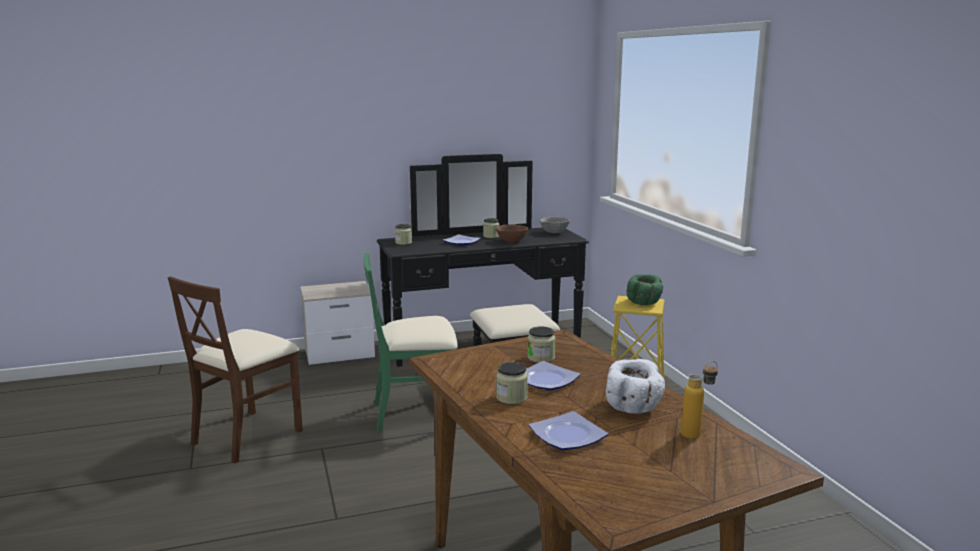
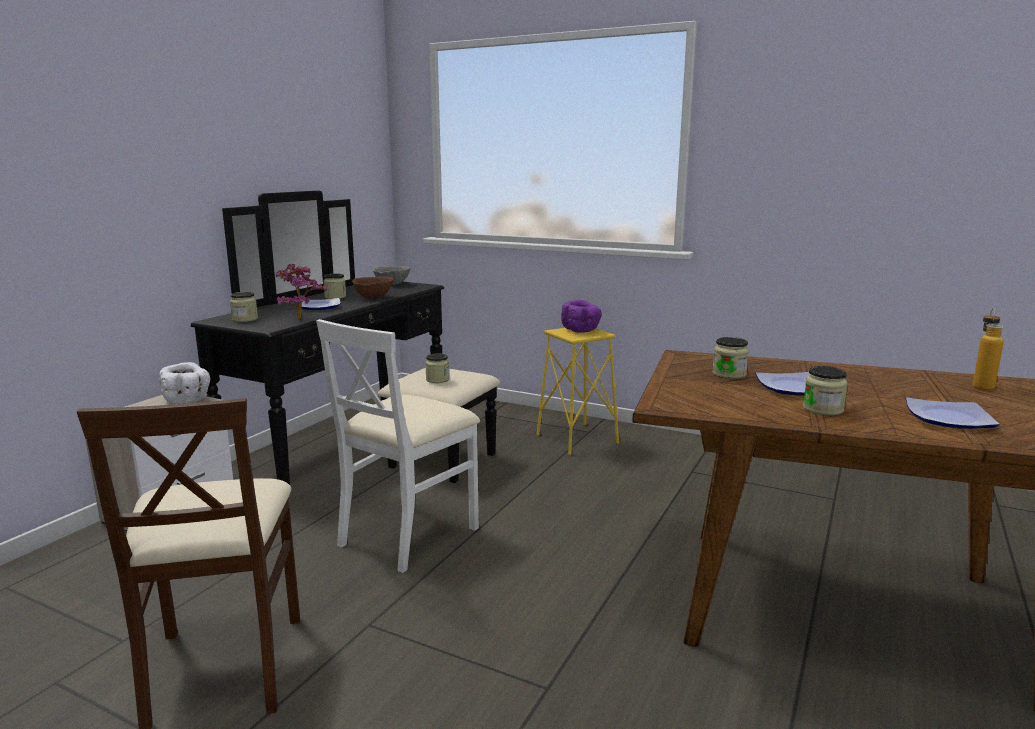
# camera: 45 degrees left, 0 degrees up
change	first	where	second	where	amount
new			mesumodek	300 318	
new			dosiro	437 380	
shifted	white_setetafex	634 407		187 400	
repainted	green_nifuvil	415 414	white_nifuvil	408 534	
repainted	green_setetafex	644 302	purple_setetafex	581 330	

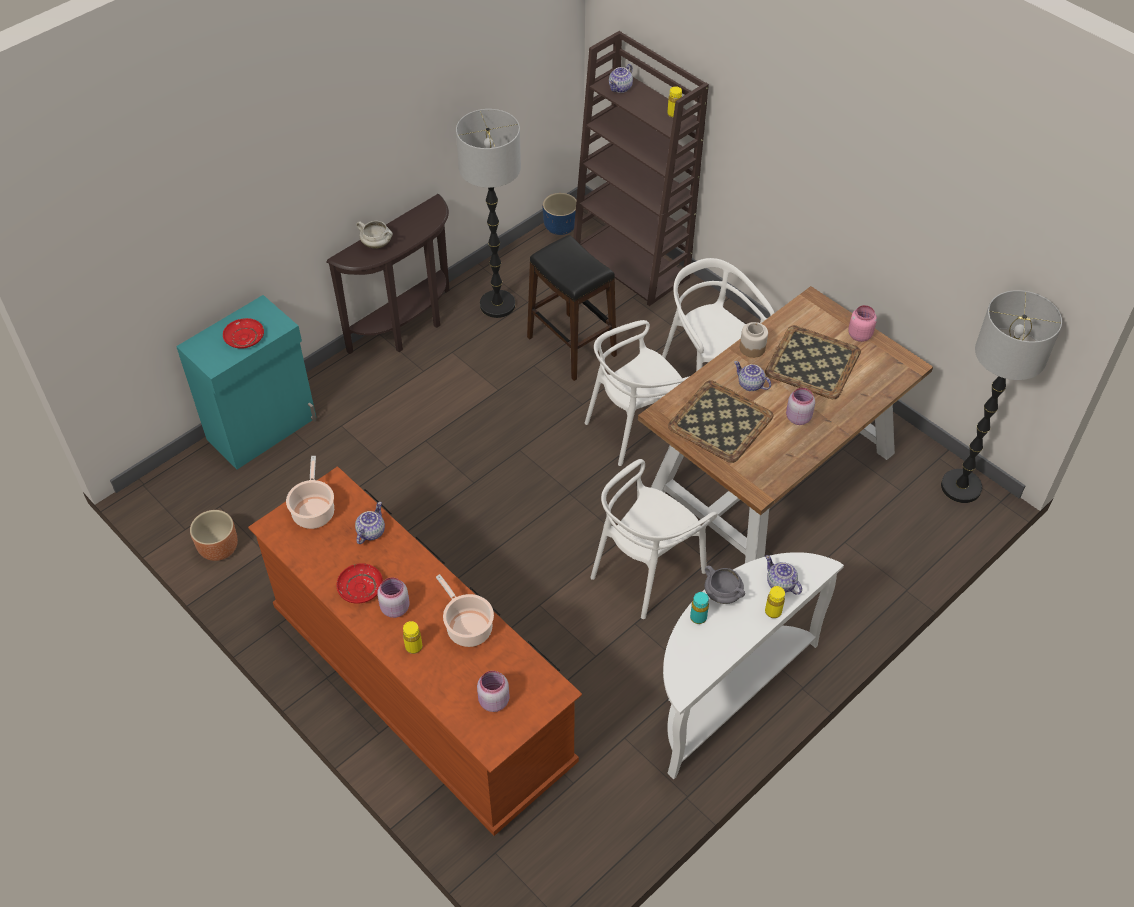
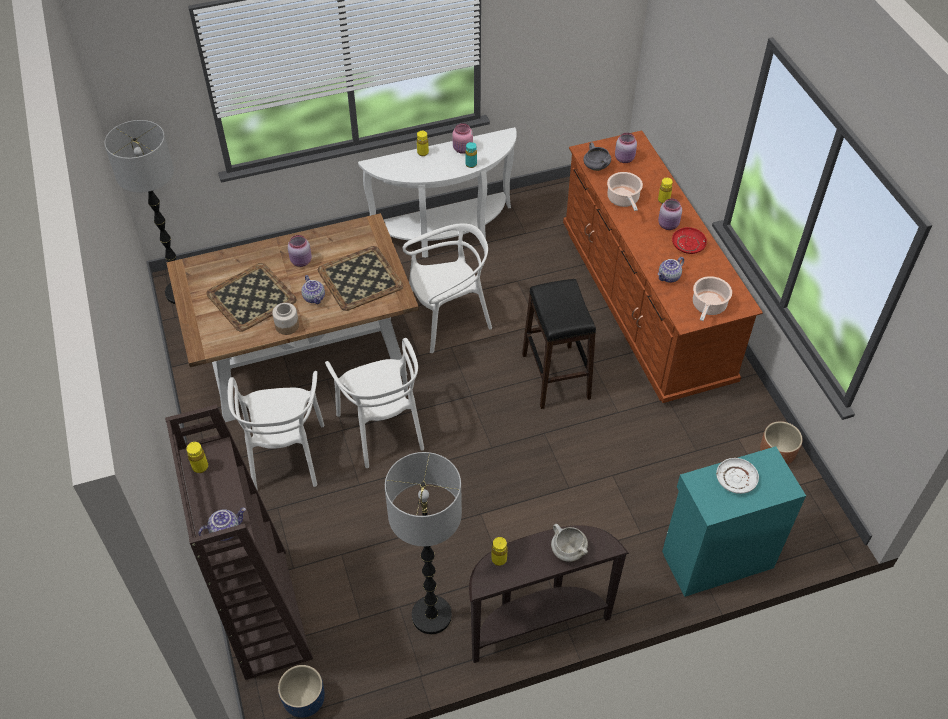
# camera: 155 degrees left, 0 degrees up
change	first	where	second	where	amount
gone	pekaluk	781 584			
new			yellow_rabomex	499 559	
shifted	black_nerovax	571 346		556 376	
shifted	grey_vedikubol	723 594		595 167	
shifted	pink_dosiro	859 335		462 149	
repainted	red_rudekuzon	244 338	white_rudekuzon	736 479	
rotated	white_nifuvil	636 427		382 429	75 degrees clockwise

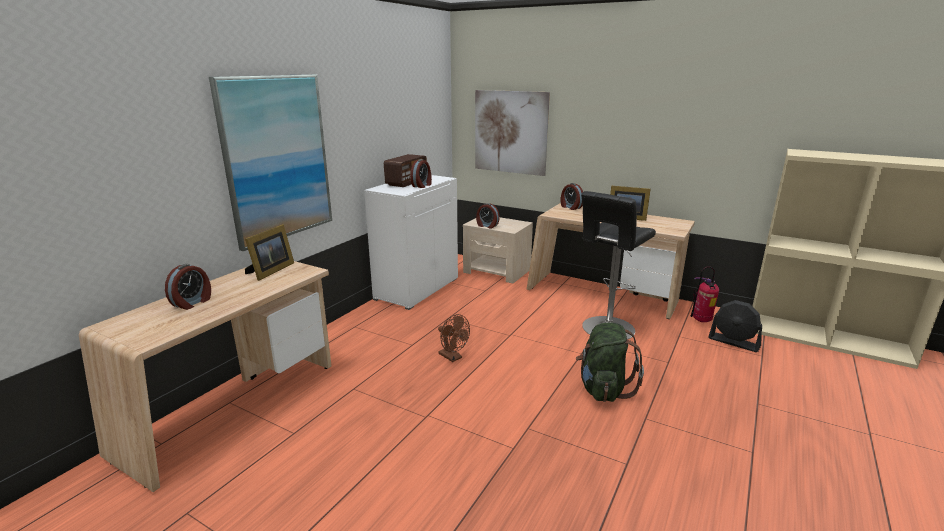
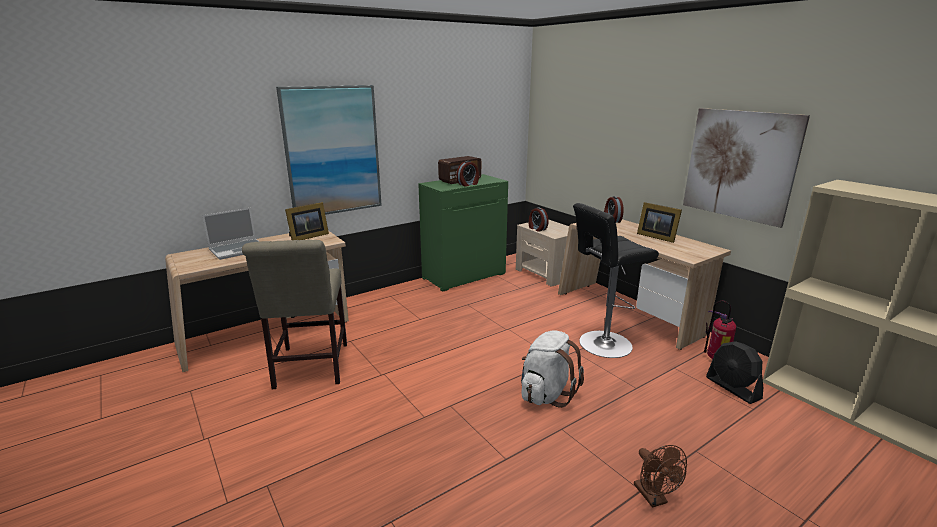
# camera: 25 degrees right, 0 degrees up
change	first	where	second	where	amount
new			beige_nifuvil	310 368	
shifted	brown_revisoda	453 357		654 498	
shifted	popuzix	510 132		739 165	
swapped	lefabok	192 303	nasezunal	238 250	
repainted	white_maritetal	416 288	green_maritetal	464 275	
repainted	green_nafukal	603 389	white_nafukal	546 394	

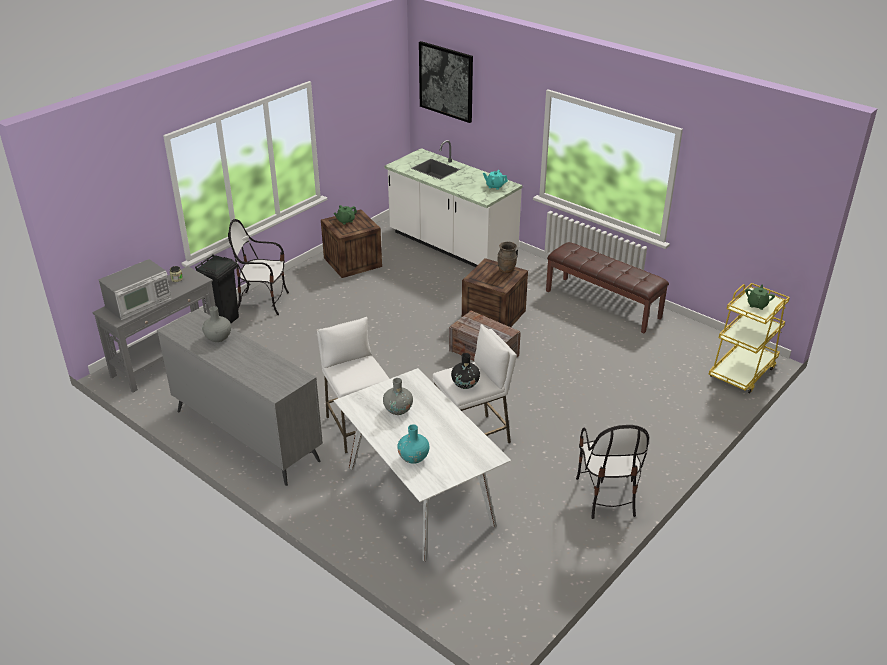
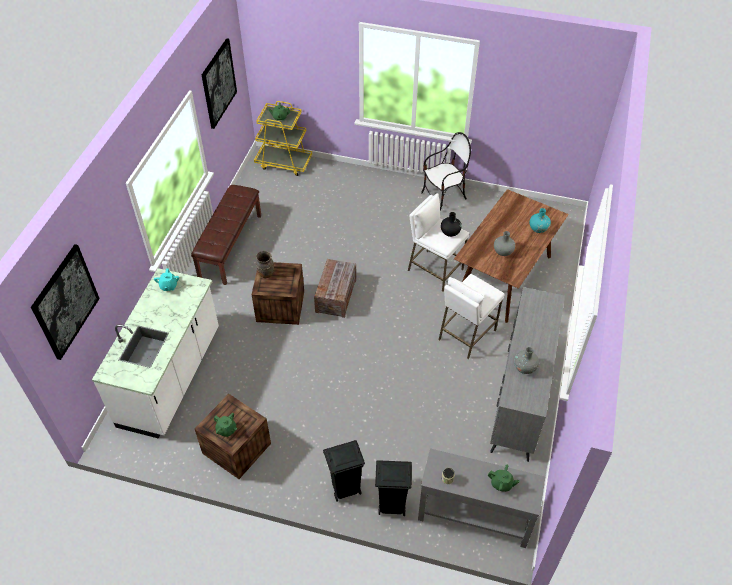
# camera: 115 degrees left, 15 degrees up
change	first	where	second	where	amount
new			popuzix	218 83	
swapped	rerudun	139 303	green_pekaluk	501 484	
swapped	nifuvil	263 302	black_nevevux	345 489	
repainted	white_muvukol	418 495	brown_muvukol	504 277	

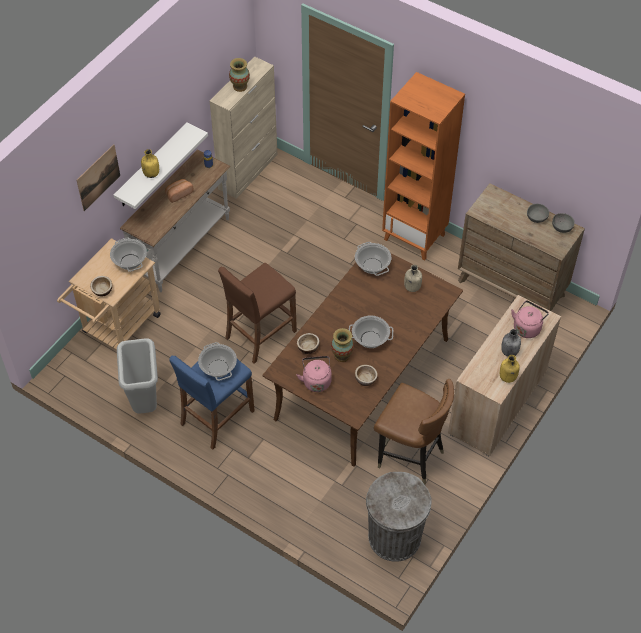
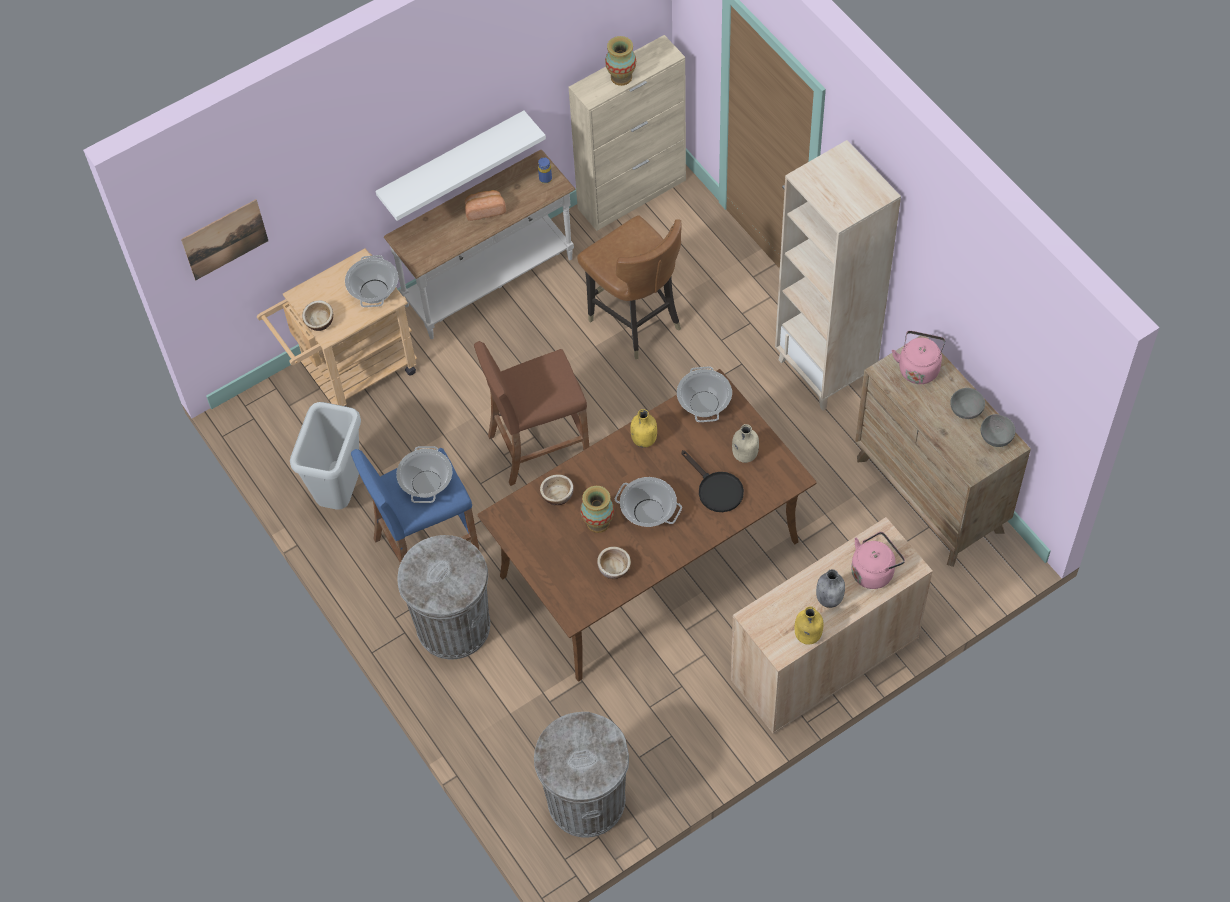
# camera: 25 degrees right, 5 degrees up
change	first	where	second	where	amount
new			grey_nevevux	453 625	
new			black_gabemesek	716 489	
shifted	popuzix	98 177		225 239	
shifted	yellow_rabomex	151 173		644 439	
shifted	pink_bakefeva	316 380		918 367	
shifted	brown_nifuvil	410 457		635 321	
repainted	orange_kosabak	415 237	beige_kosabak	826 370	

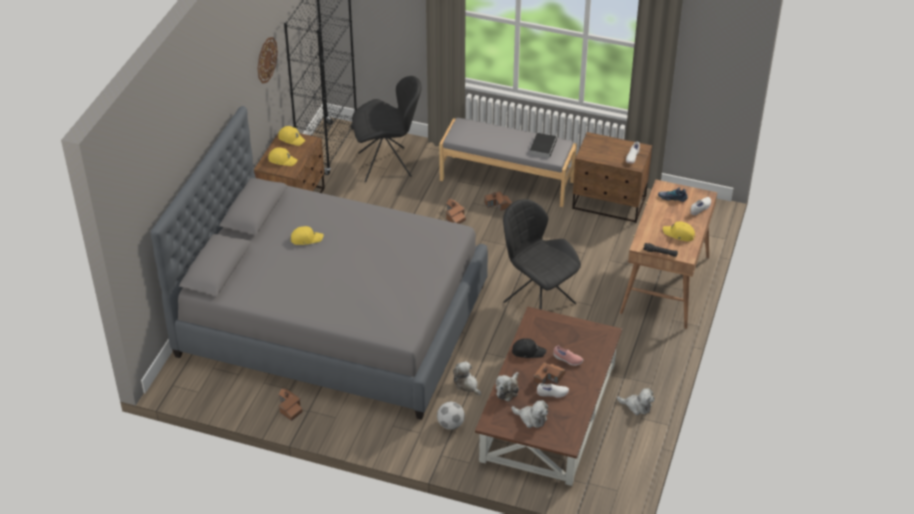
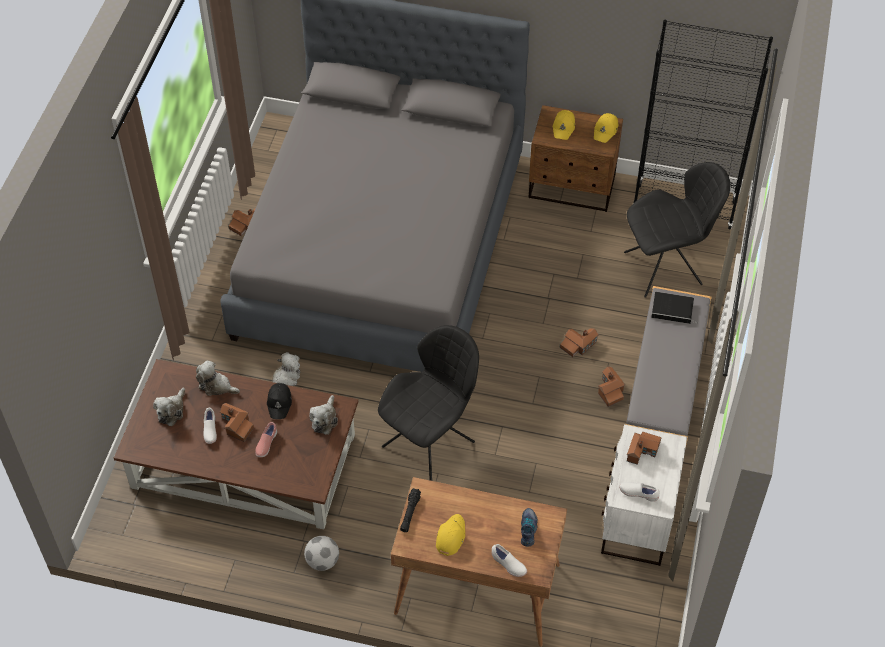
# camera: 85 degrees right, 10 degrees up
change	first	where	second	where	amount
gone	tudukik	266 60			
gone	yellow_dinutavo	306 238			
new			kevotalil	643 450	
shifted	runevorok	451 424		322 561	
shifted	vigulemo	543 146		673 309	
shifted	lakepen	637 406		324 419	
repainted	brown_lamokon	609 203	white_lamokon	636 520	
rotated	black_nifuvil	387 164		666 268	90 degrees counterclockwise

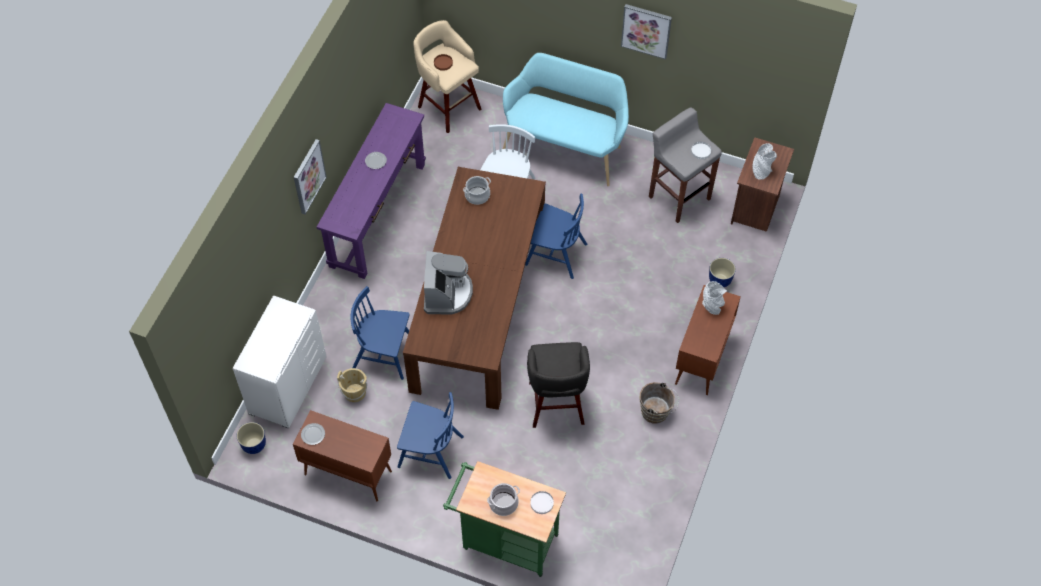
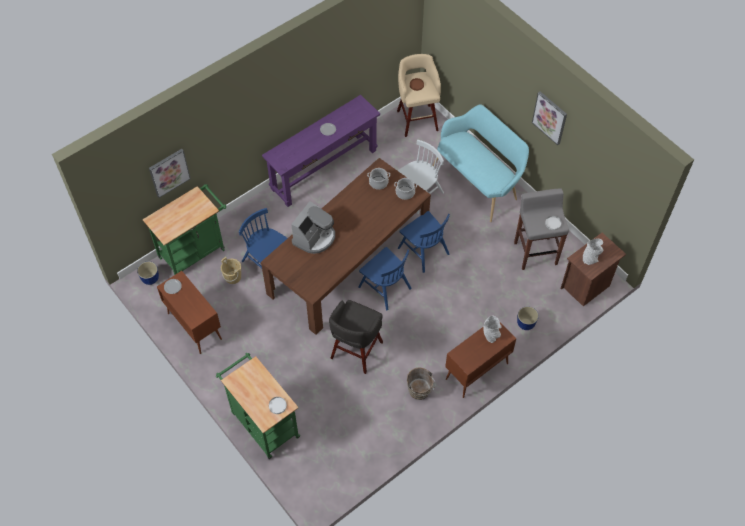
# camera: 30 degrees right, 0 degrees up
change	first	where	second	where	amount
shifted	popuzix	308 176		169 172	
shifted	blue_nifuvil	430 451		384 287	
shifted	vedikubol	503 503		405 192	
swapped	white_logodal	287 385	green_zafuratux	195 251	

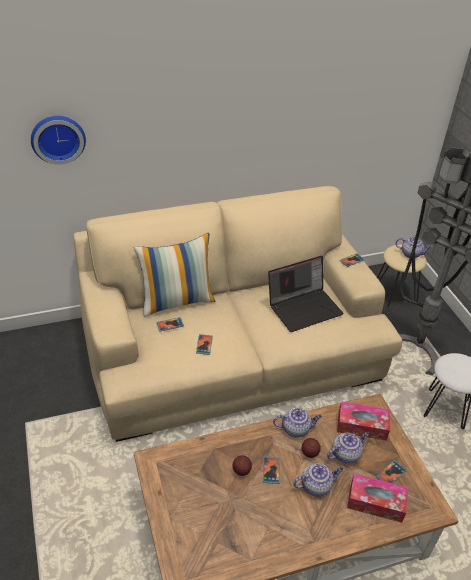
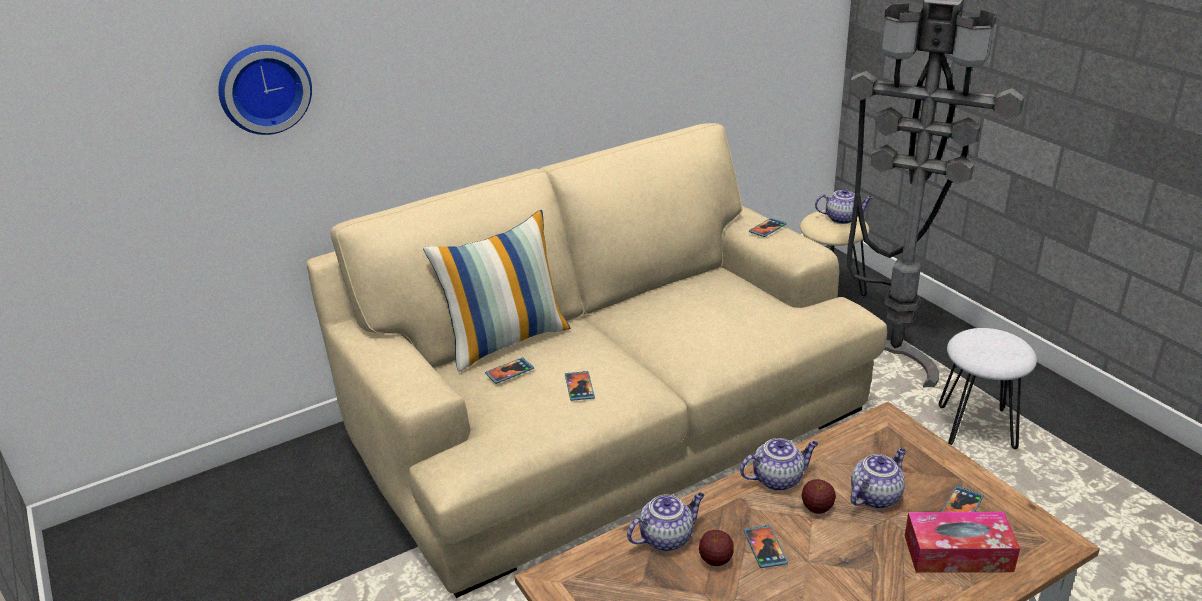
# camera: 10 degrees left, 10 degrees down
change	first	where	second	where	amount
gone	nasezunal	304 307			
gone	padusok	362 425			
shifted	pekaluk	316 485		667 537	

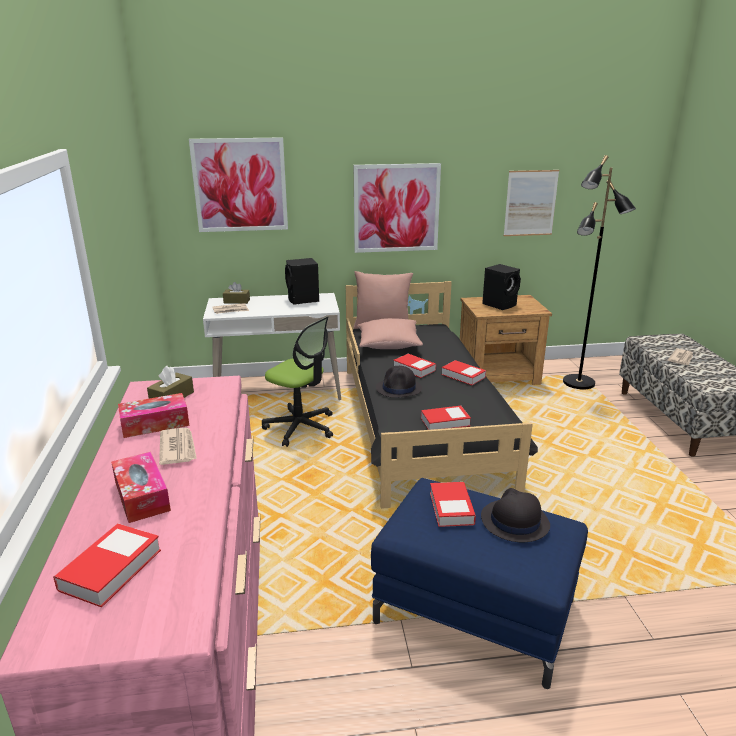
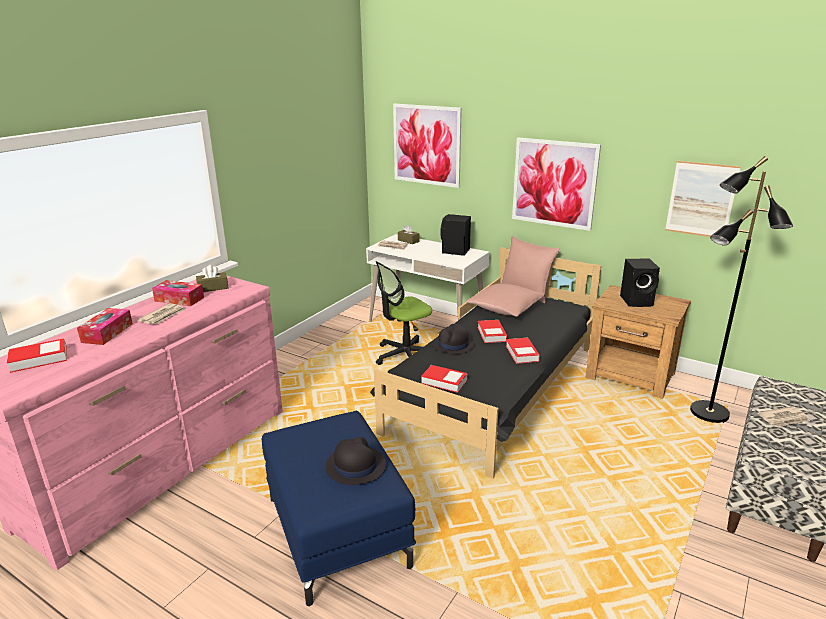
# camera: 40 degrees right, 0 degrees up
change	first	where	second	where	amount
gone	vigulemo	451 508			
rotated	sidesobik	300 427		405 356	75 degrees clockwise

